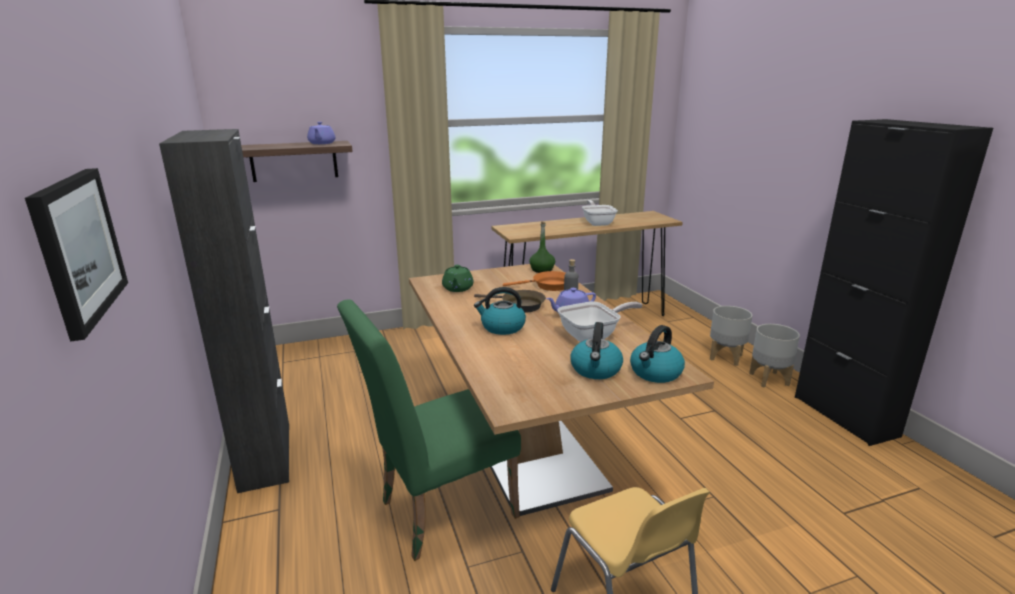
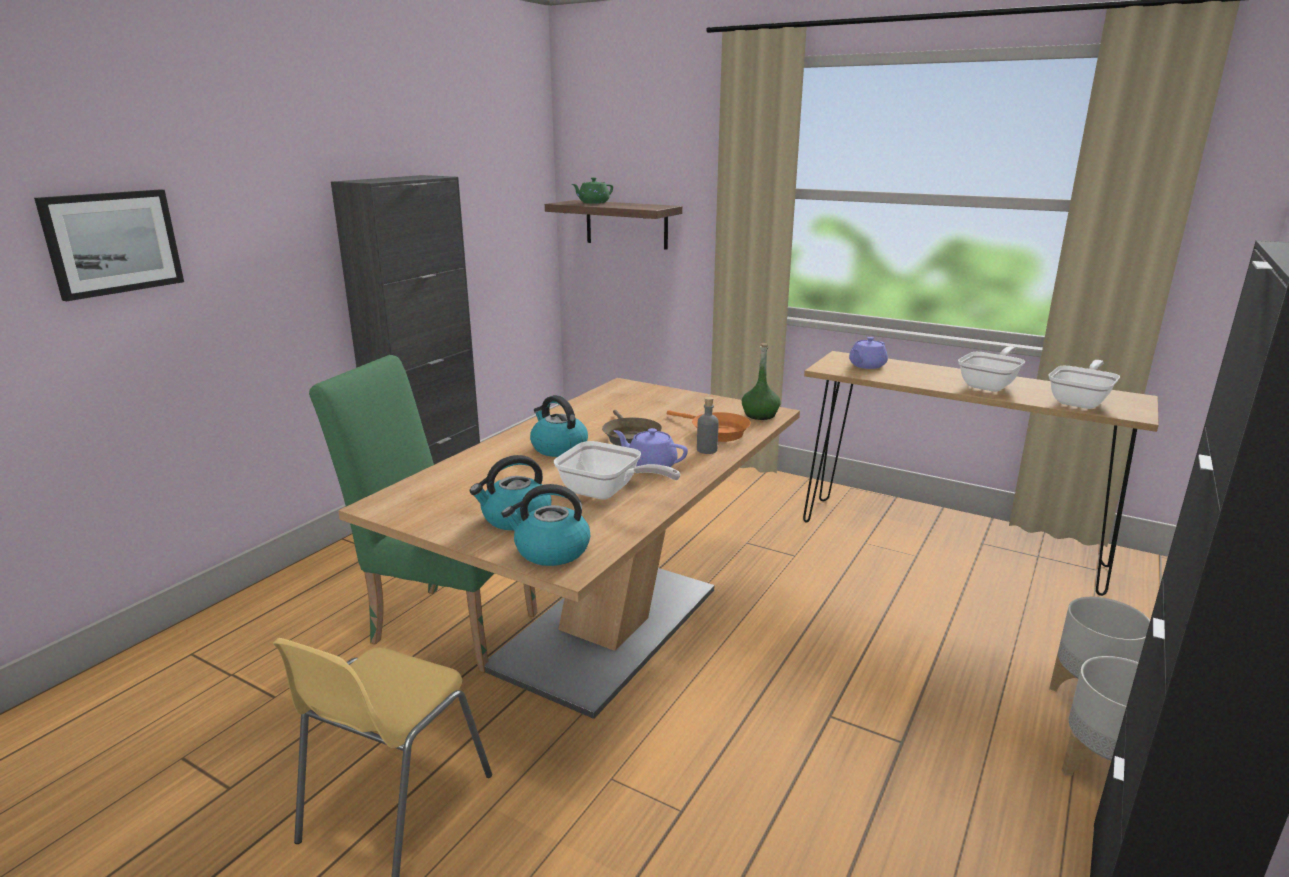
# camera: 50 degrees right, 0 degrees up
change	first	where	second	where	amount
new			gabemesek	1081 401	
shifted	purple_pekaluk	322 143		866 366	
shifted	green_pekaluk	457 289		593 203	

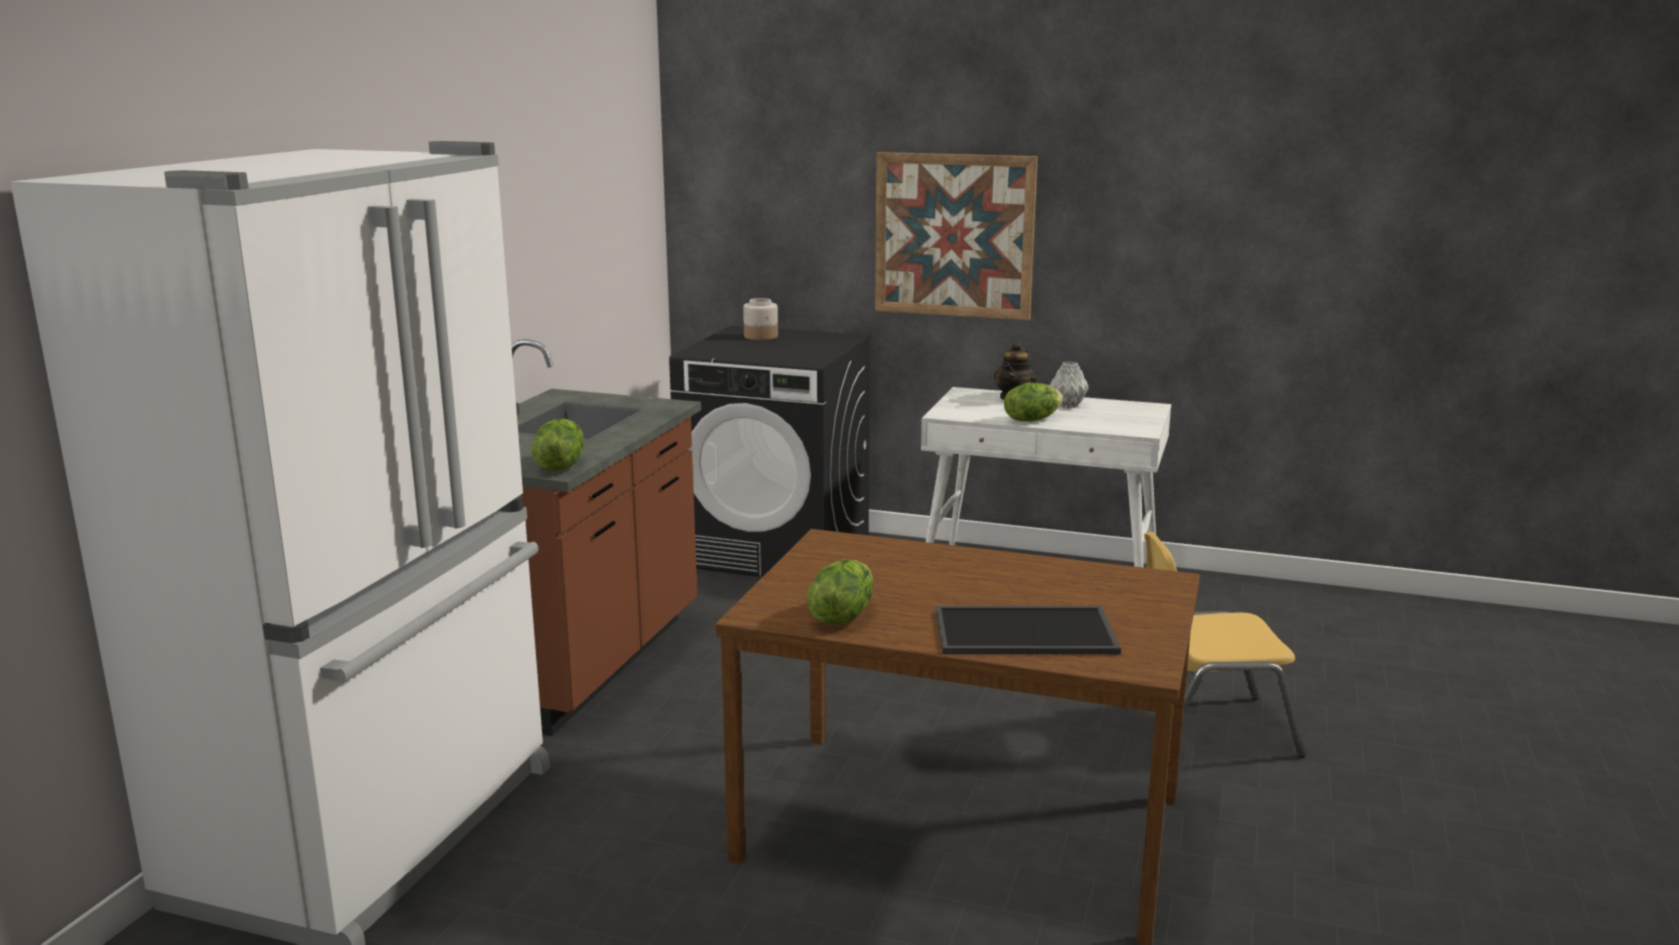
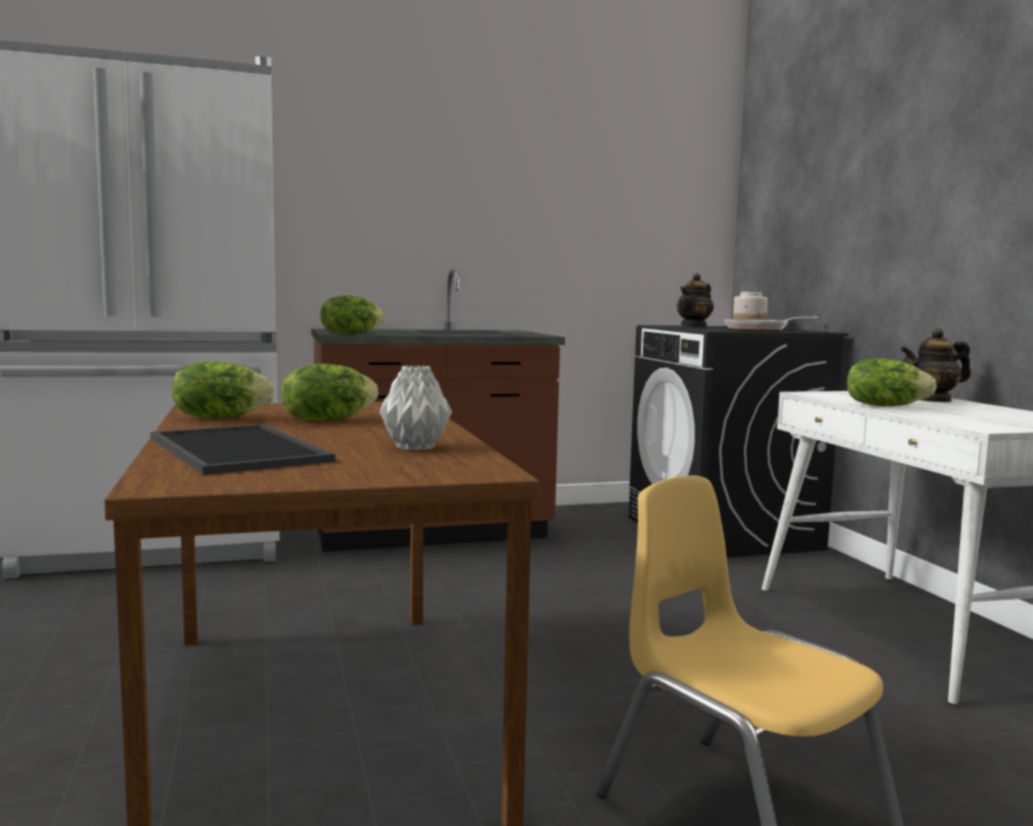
# camera: 55 degrees right, 10 degrees down
change	first	where	second	where	amount
gone	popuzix	954 235			
new			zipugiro	327 420	
new			pekaluk	694 326	
new			gabemesek	761 330	
shifted	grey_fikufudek	1067 405		416 447	

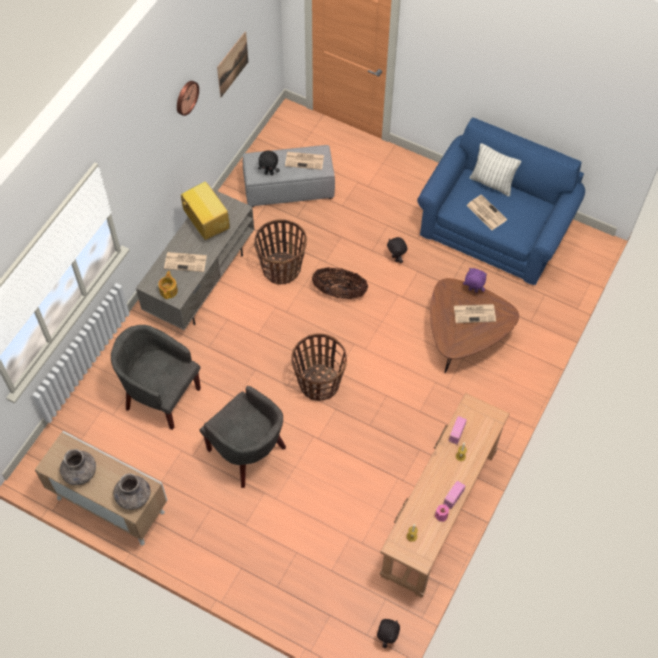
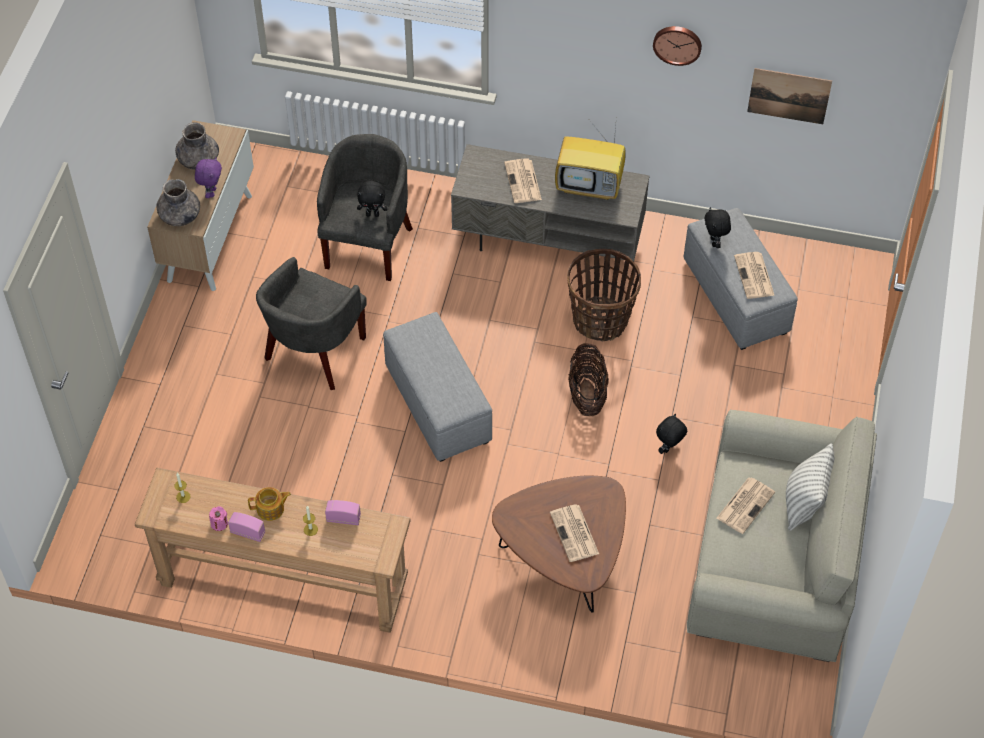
# camera: 75 degrees right, 5 degrees down
change	first	where	second	where	amount
shifted	pekaluk	169 290		271 509	
shifted	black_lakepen	387 637		373 214	
shifted	purple_lakepen	472 290		211 192	
swapped	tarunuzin	319 383	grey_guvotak	437 403	
repainted	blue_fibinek	495 229	beige_fibinek	773 565	
rotated	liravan	205 223		590 186	60 degrees clockwise

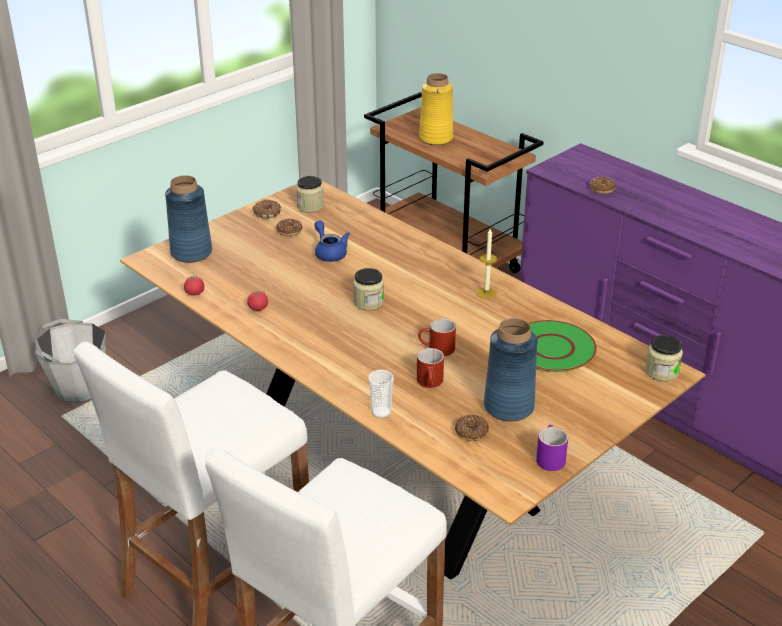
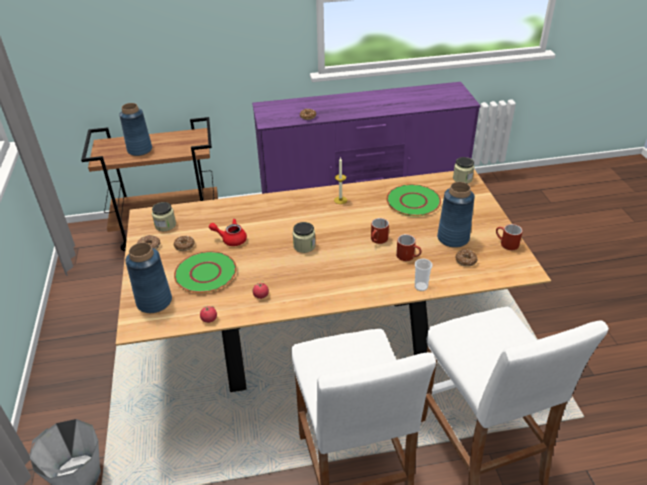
# camera: 55 degrees left, 5 degrees up
change	first	where	second	where	amount
new			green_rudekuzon	206 273	
repainted	blue_pekaluk	329 252	red_pekaluk	231 239	
repainted	yellow_fikufudek	436 138	blue_fikufudek	139 150	
repainted	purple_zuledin	548 457	red_zuledin	506 244	

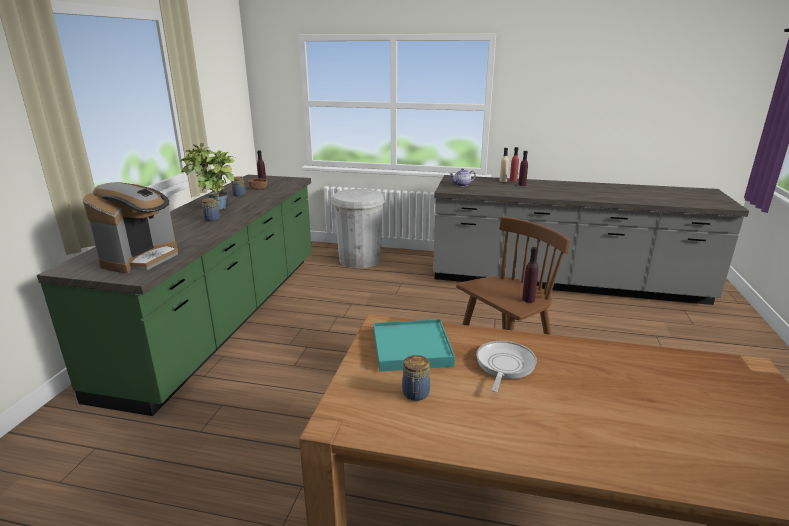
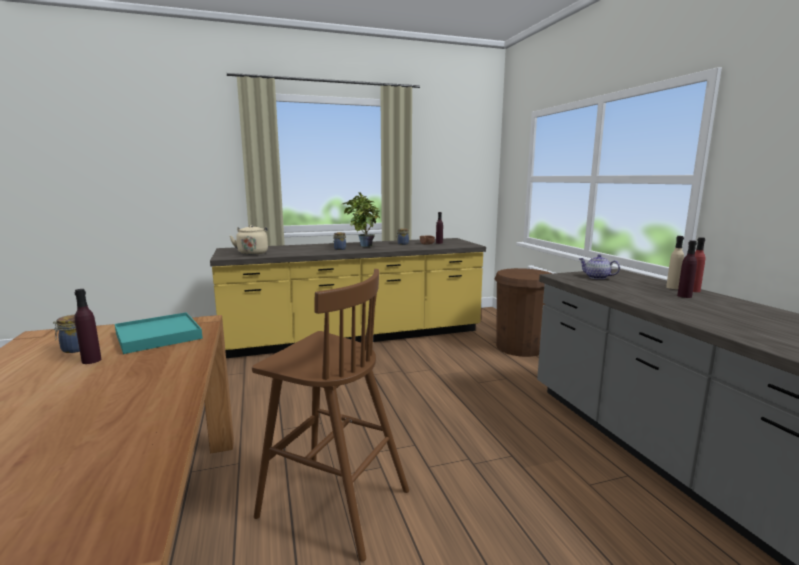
# camera: 60 degrees right, 10 degrees down
change	first	where	second	where	amount
gone	gabemesek	504 366			
shifted	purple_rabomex	528 299		91 360	
swapped	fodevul	141 258	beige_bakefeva	252 253	
repainted	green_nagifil	226 316	yellow_nagifil	355 336	
repainted	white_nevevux	360 259	brown_nevevux	520 347	

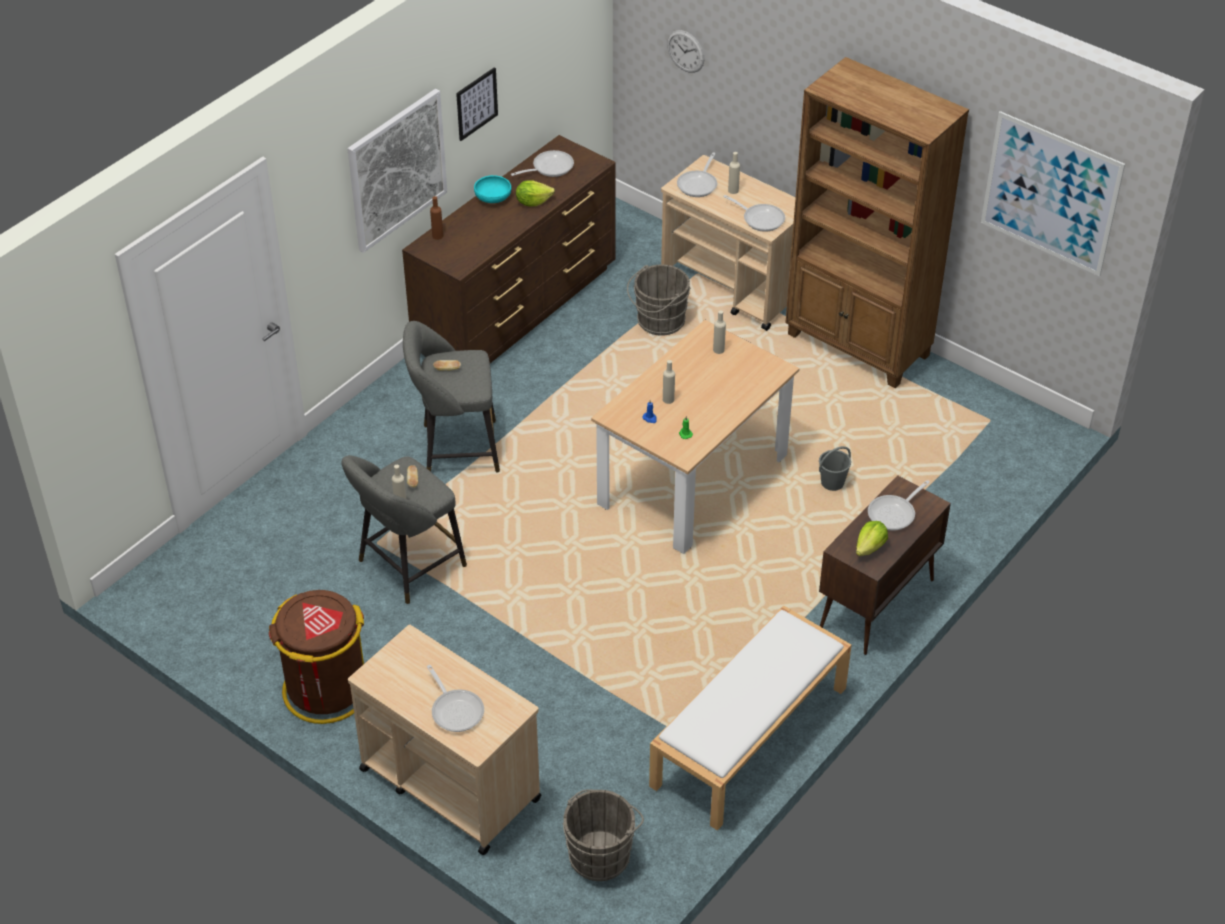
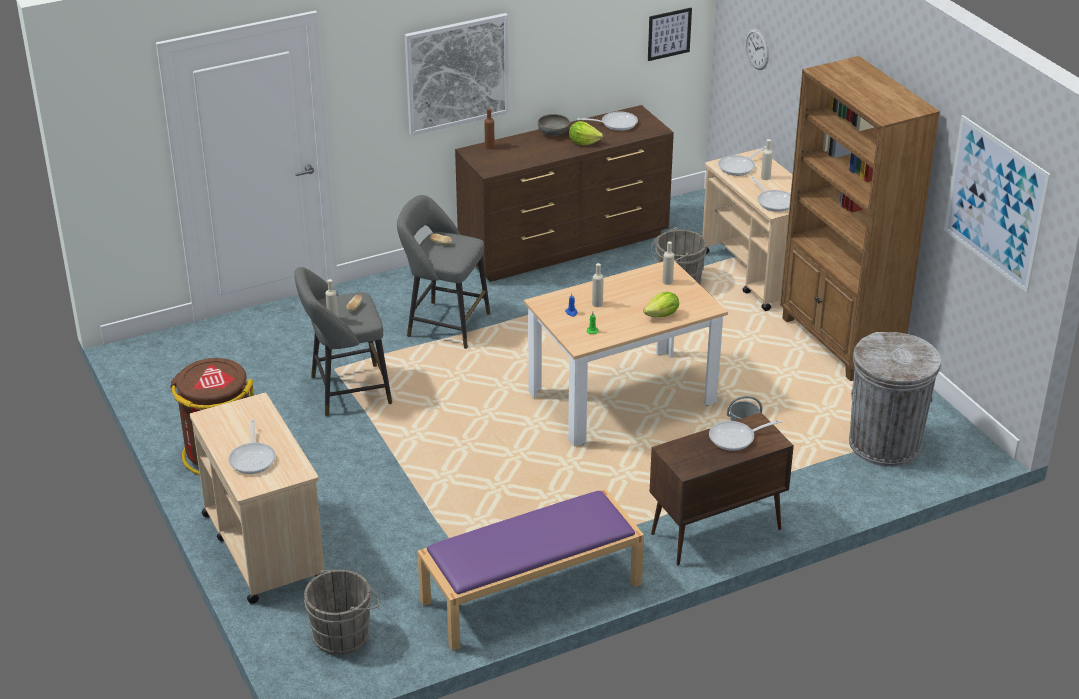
# camera: 25 degrees right, 10 degrees down
change	first	where	second	where	amount
new			grey_nevevux	884 444	
shifted	popuzix	476 103		669 34	
shifted	zipugiro	870 548		662 315	
repainted	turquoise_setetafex	493 198	grey_setetafex	553 133	
repainted	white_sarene	749 737	purple_sarene	530 593	

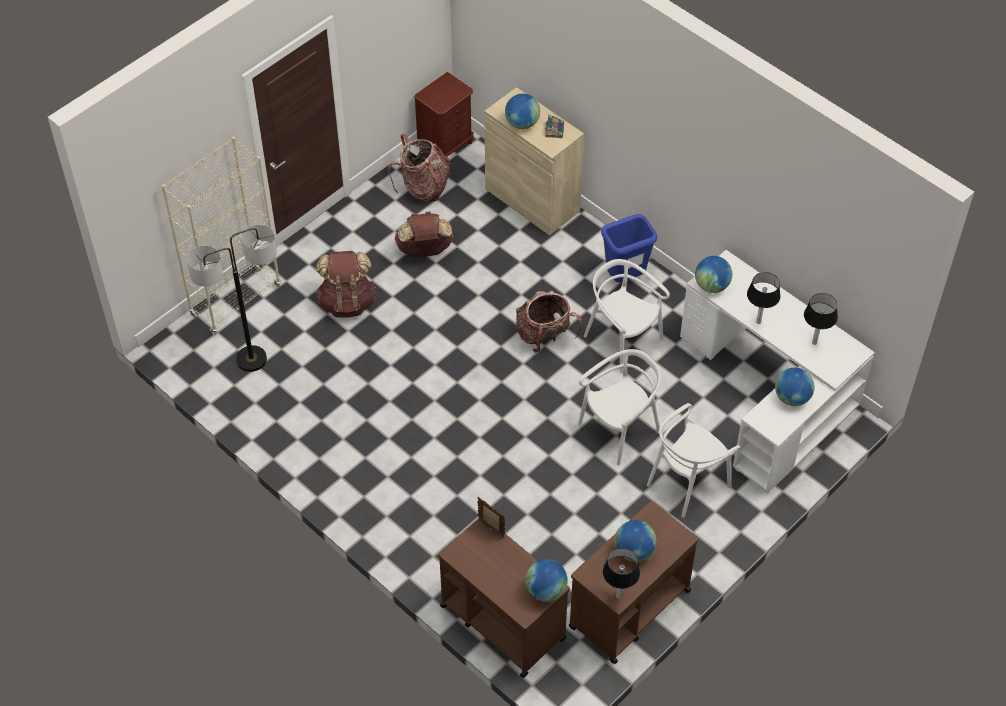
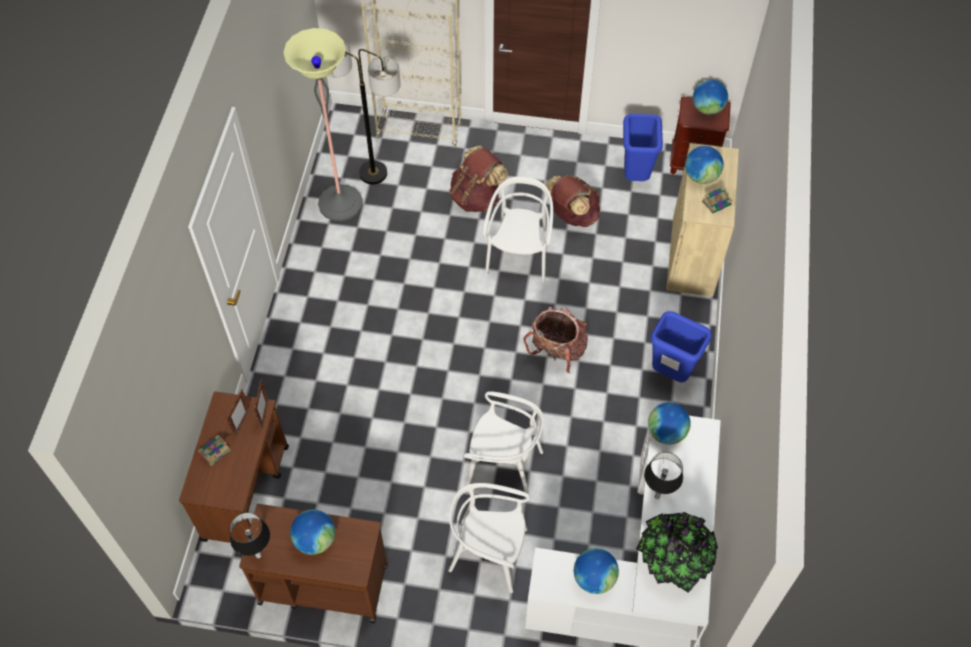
# camera: 55 degrees right, 5 degrees up
change	first	where	second	where	amount
new			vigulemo	214 451	
new			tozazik	241 424	
new			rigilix	340 203	
shifted	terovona	546 590		707 109	
shifted	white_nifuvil	622 340		519 256	
swapped	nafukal	424 187	blue_nevevux	635 176	
swapped	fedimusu	814 343	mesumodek	673 560	

